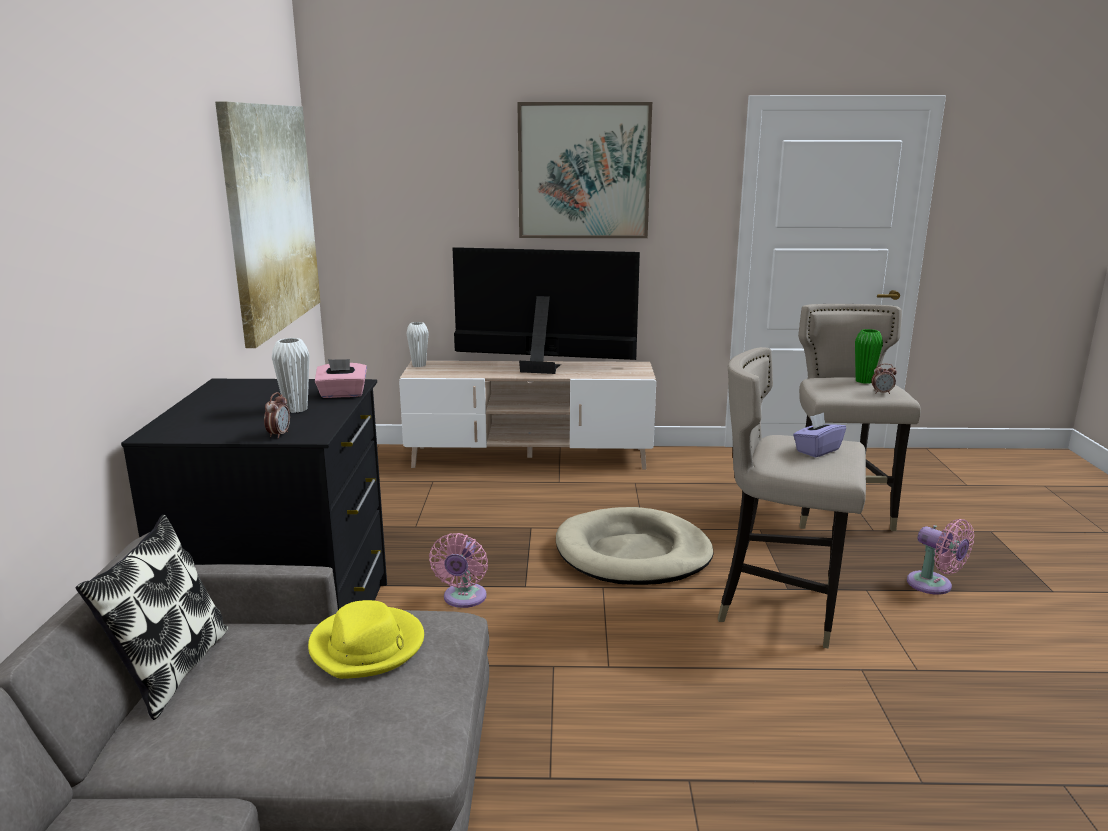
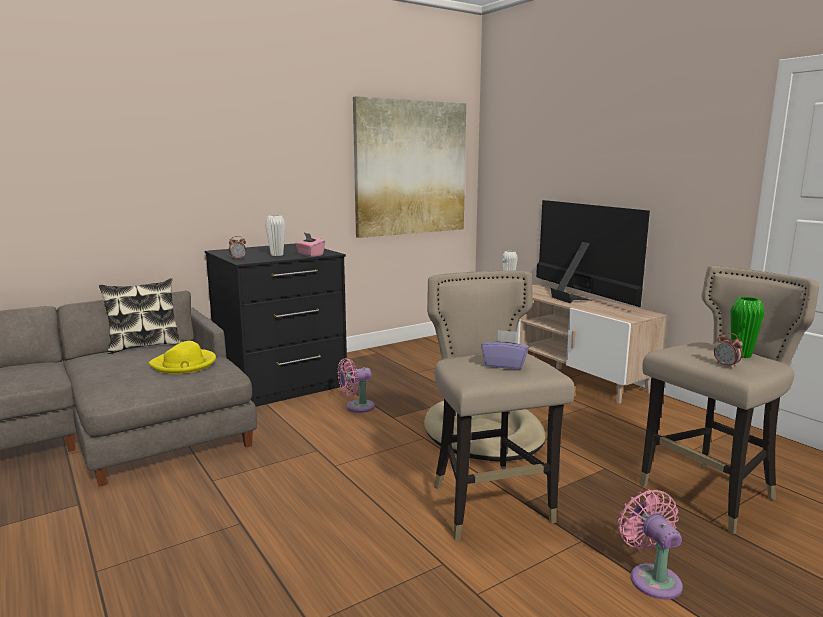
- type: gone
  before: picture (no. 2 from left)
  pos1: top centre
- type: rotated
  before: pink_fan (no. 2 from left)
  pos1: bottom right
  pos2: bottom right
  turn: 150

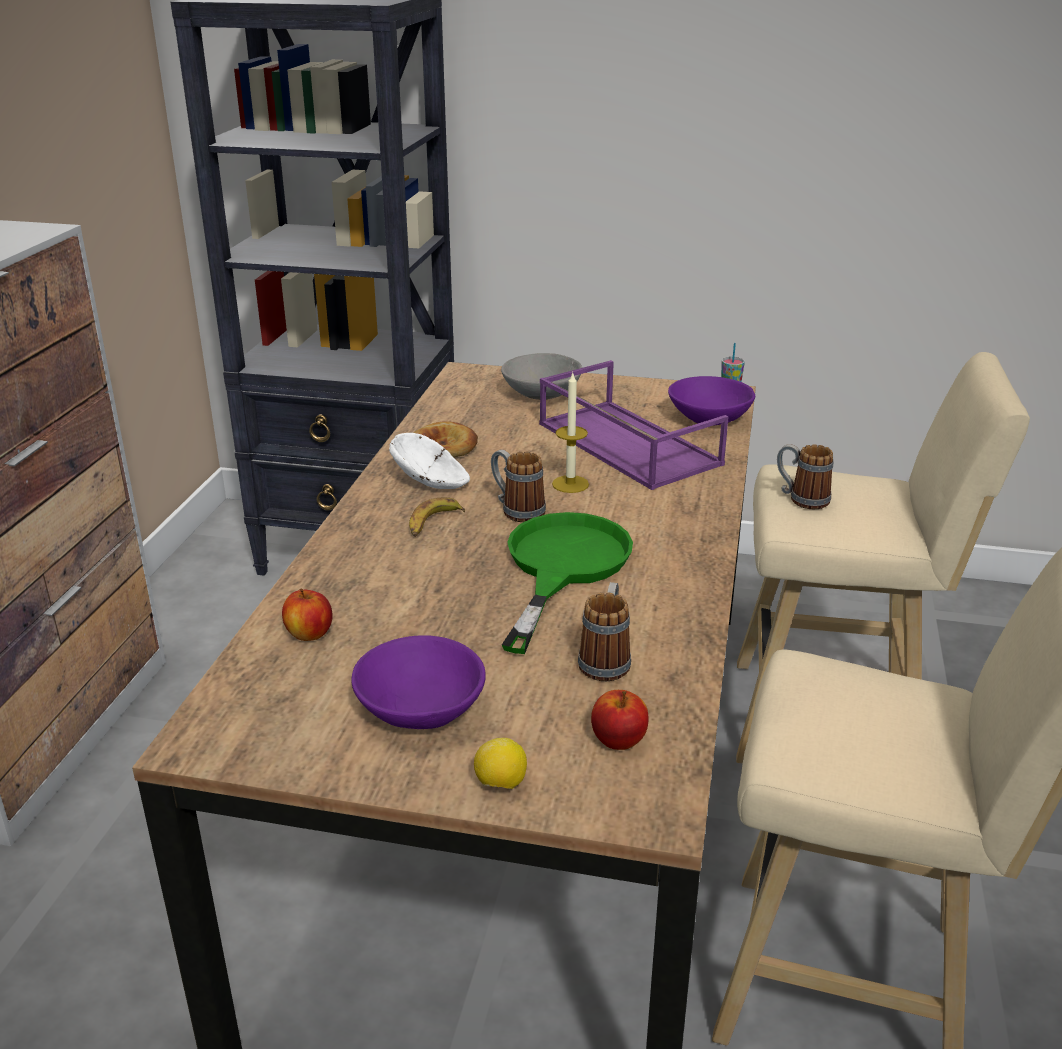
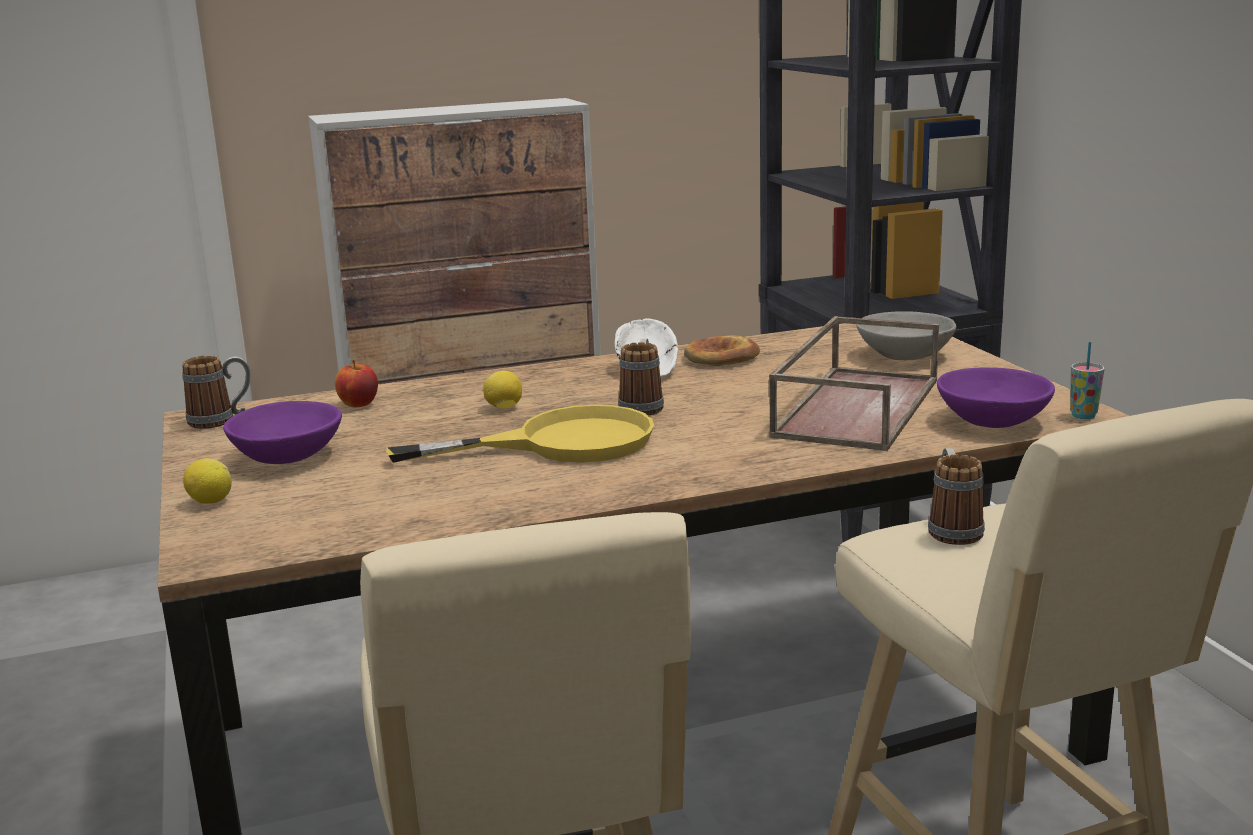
- type: gone
  before: banana
  pos1: centre
- type: gone
  before: candle
  pos1: centre
- type: gone
  before: apple (no. 2 from left)
  pos1: bottom centre
- type: new
  after: lemon (no. 2 from left)
  pos2: centre
- type: shifted
  before: mug (no. 2 from left in the first image)
  after: mug (no. 1 from left)
  pos1: centre
  pos2: middle left
- type: repainted
  before: green_frying_pan
  after: yellow_frying_pan
  pos1: centre
  pos2: centre
- type: repainted
  before: purple_tray
  after: brown_tray
  pos1: centre
  pos2: middle right

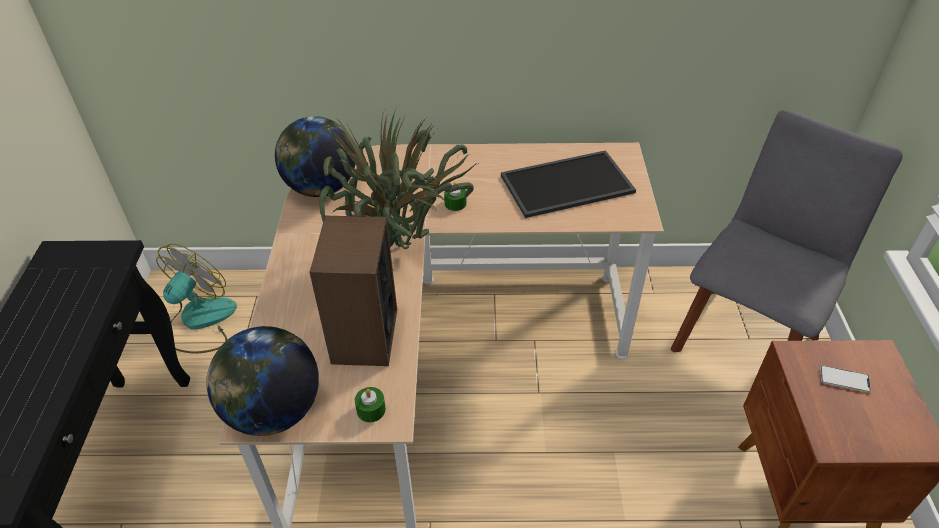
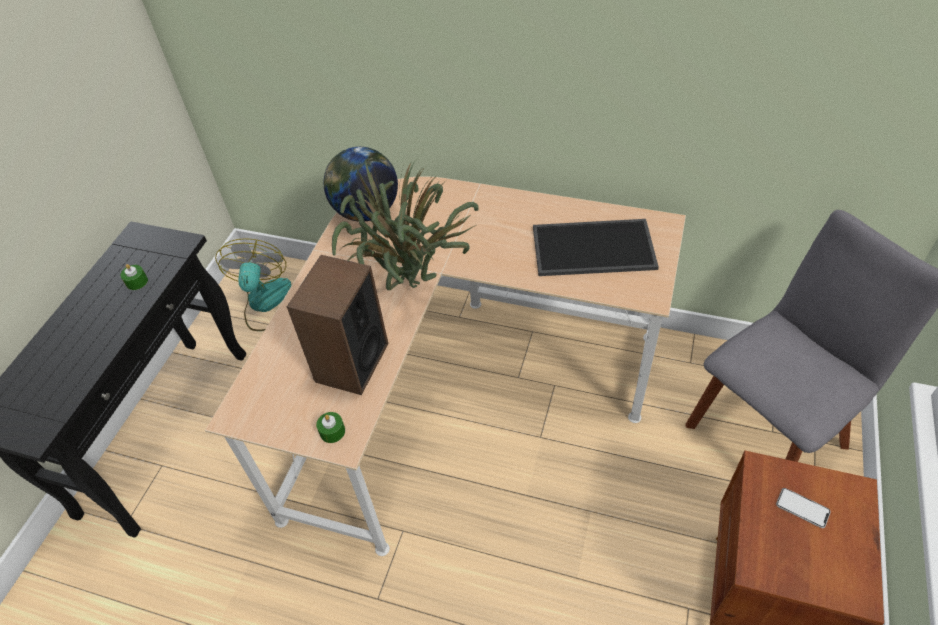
- type: gone
  before: globe (no. 1 from left)
  pos1: bottom left
- type: shifted
  before: green_candle (no. 2 from left in the first image)
  after: green_candle (no. 1 from left)
  pos1: centre
  pos2: middle left
- type: rotated
  before: fan
  pos1: middle left
  pos2: middle left
  turn: -45

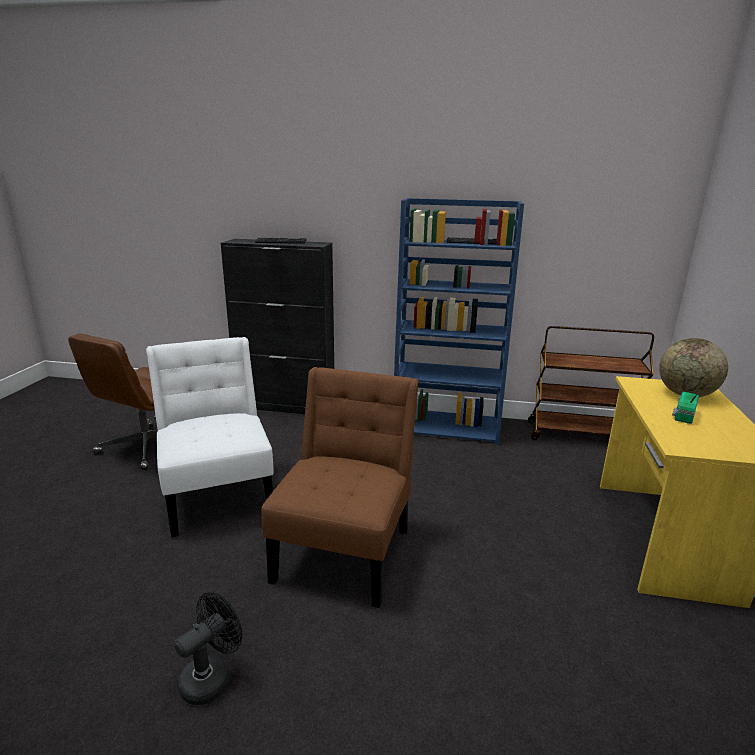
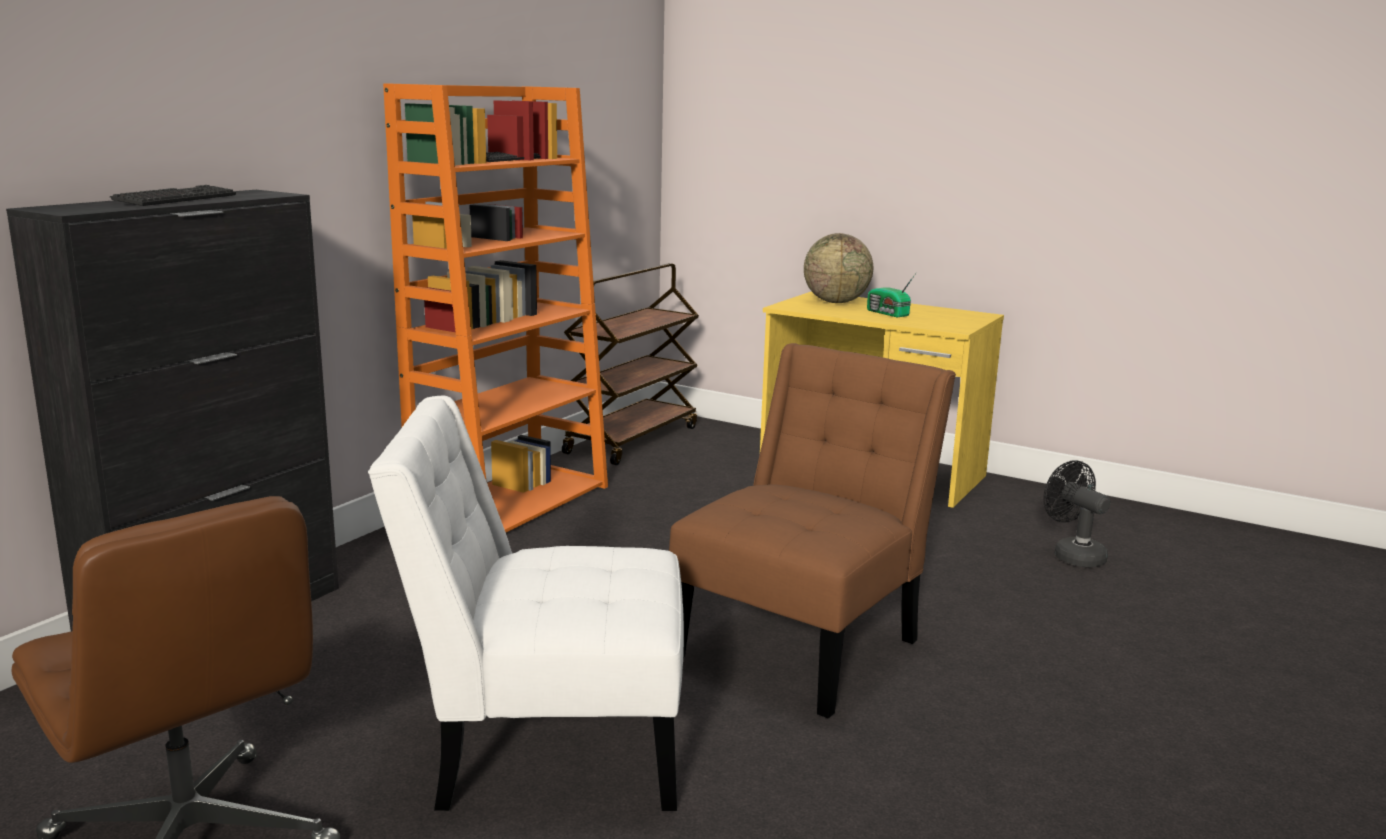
- type: shifted
  before: black_fan
  pos1: bottom left
  pos2: middle right
- type: repainted
  before: blue_bookcase
  after: orange_bookcase
  pos1: centre
  pos2: centre
- type: rotated
  before: brown_chair
  pos1: centre
  pos2: centre
  turn: 90

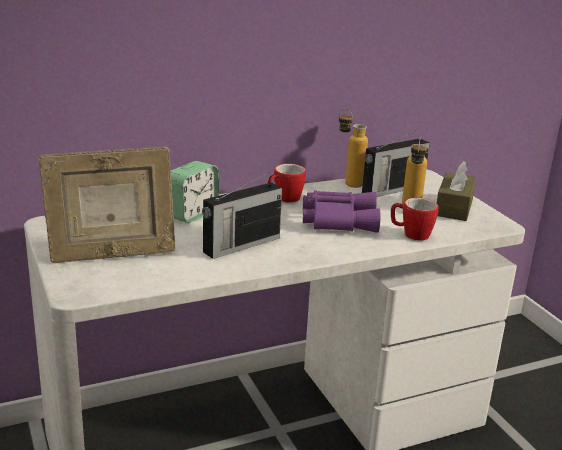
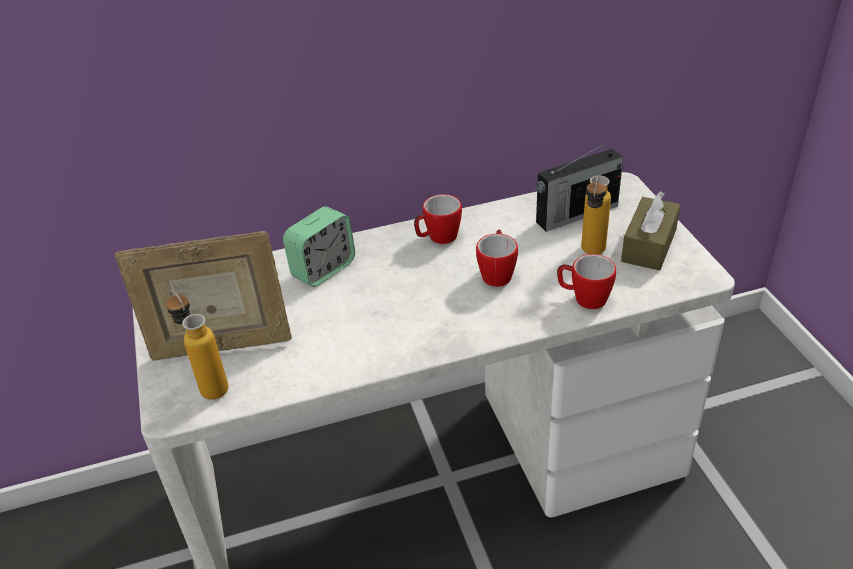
- type: gone
  before: radio (no. 1 from left)
  pos1: centre
- type: shifted
  before: bottle (no. 1 from left)
  pos1: top centre
  pos2: middle left
- type: swapped
  before: purple_binoculars
  after: mug (no. 2 from left)
  pos1: centre
  pos2: centre

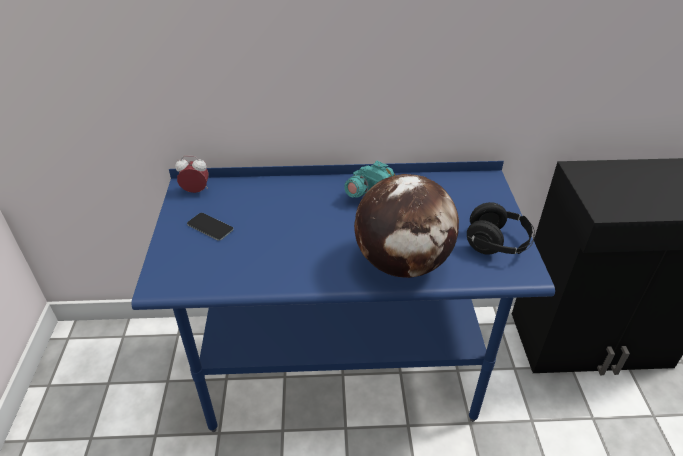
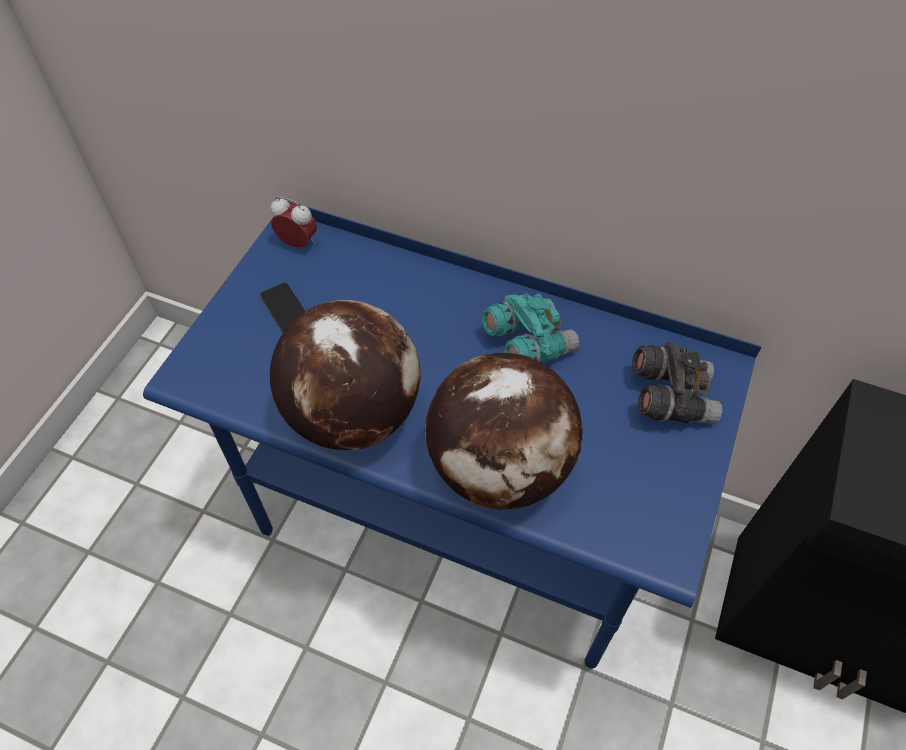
- type: gone
  before: black_headphones
  pos1: middle right
- type: new
  after: globe (no. 1 from left)
  pos2: centre
- type: new
  after: grey_binoculars
  pos2: middle right

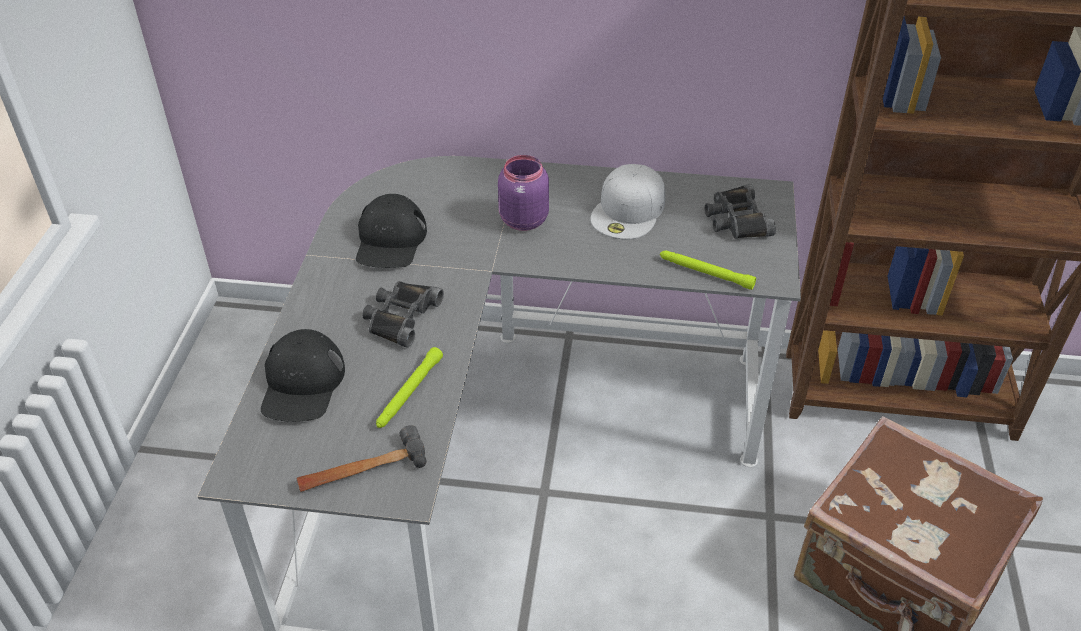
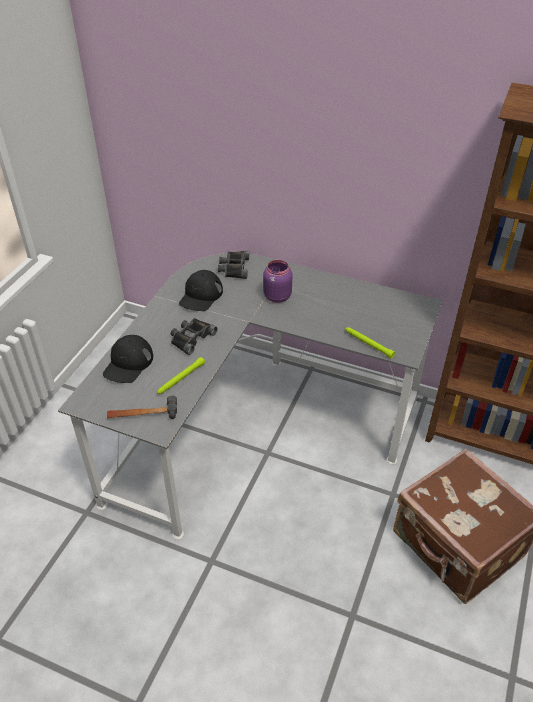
- type: gone
  before: white_cap
  pos1: top centre
- type: shifted
  before: black_binoculars (no. 2 from left)
  pos1: middle right
  pos2: centre

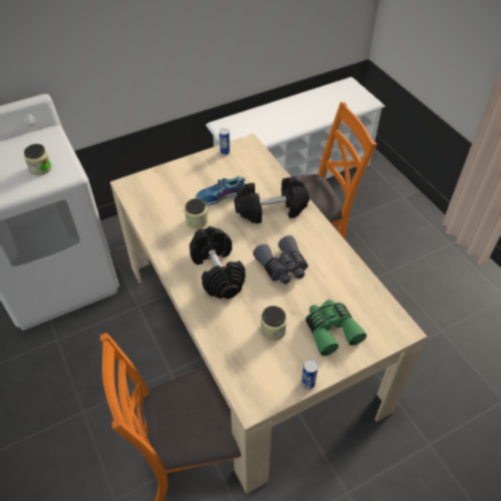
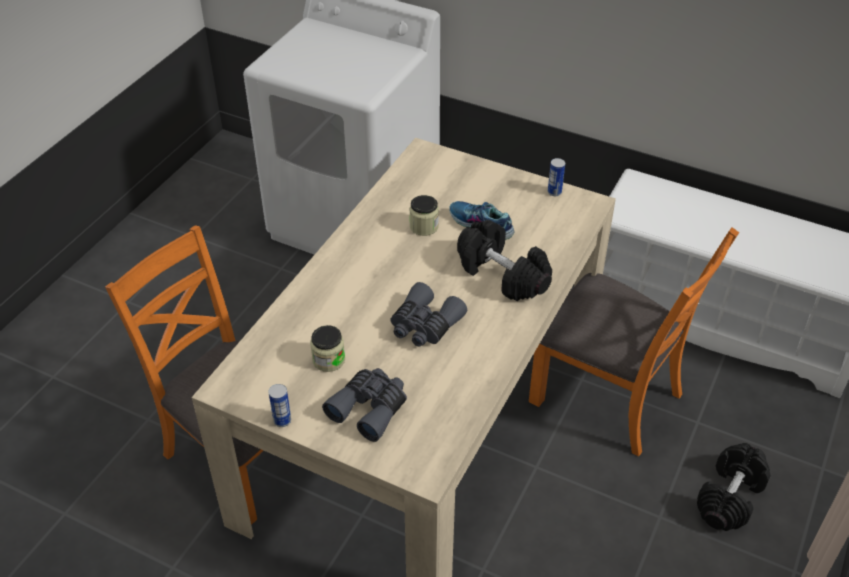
- type: gone
  before: jar (no. 1 from left)
  pos1: top left
- type: shifted
  before: black_dumbbell (no. 1 from left in the first image)
  after: black_dumbbell (no. 2 from left)
  pos1: centre
  pos2: bottom right
- type: repainted
  before: green_binoculars
  after: grey_binoculars (no. 1 from left)
  pos1: middle right
  pos2: bottom centre

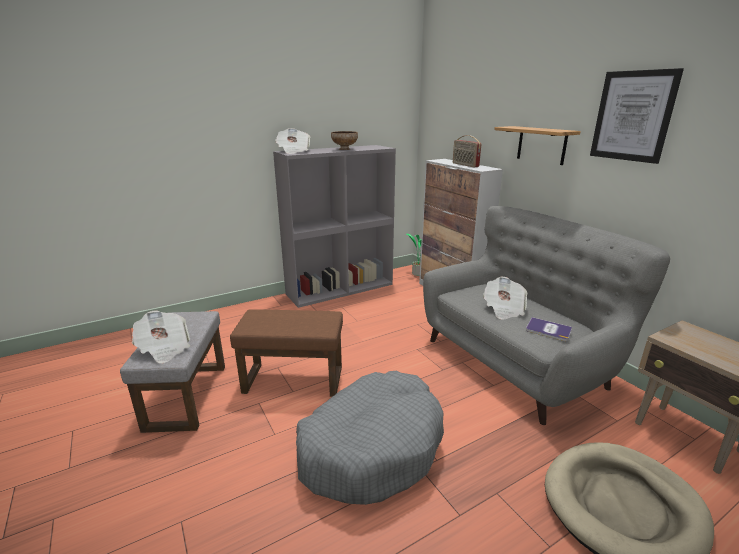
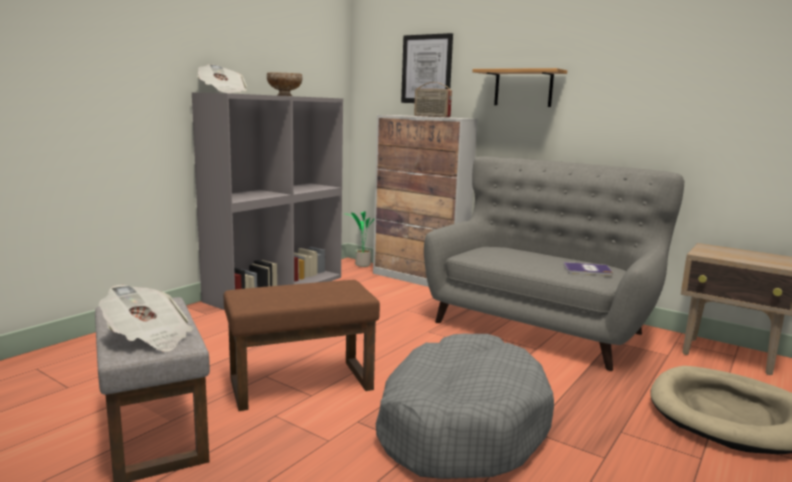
- type: gone
  before: newspaper (no. 3 from left)
  pos1: middle right
- type: shifted
  before: picture
  pos1: top right
  pos2: top centre

